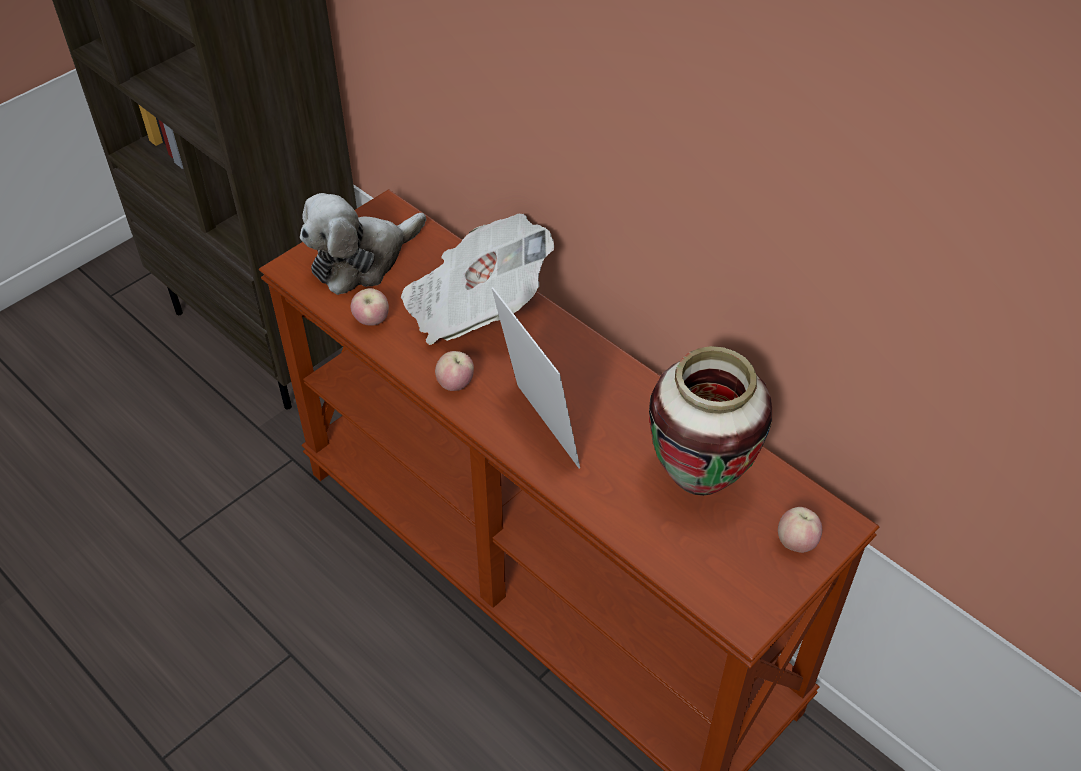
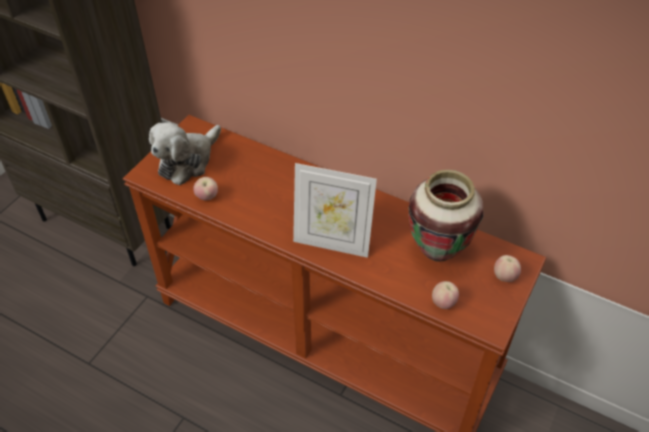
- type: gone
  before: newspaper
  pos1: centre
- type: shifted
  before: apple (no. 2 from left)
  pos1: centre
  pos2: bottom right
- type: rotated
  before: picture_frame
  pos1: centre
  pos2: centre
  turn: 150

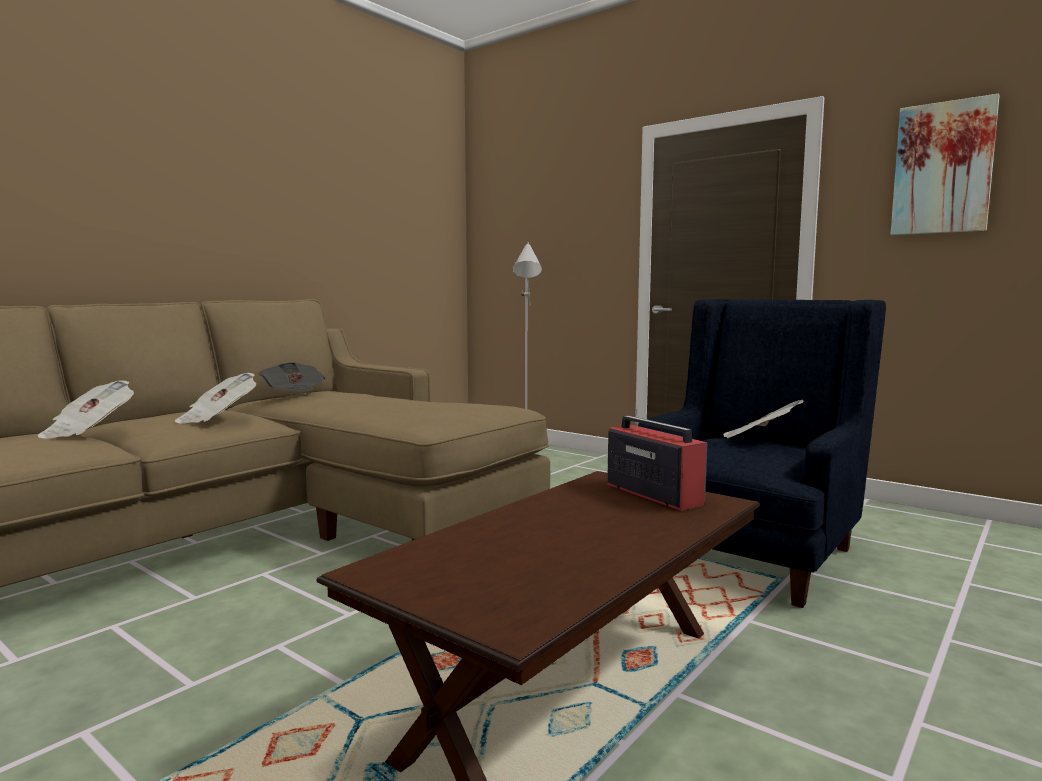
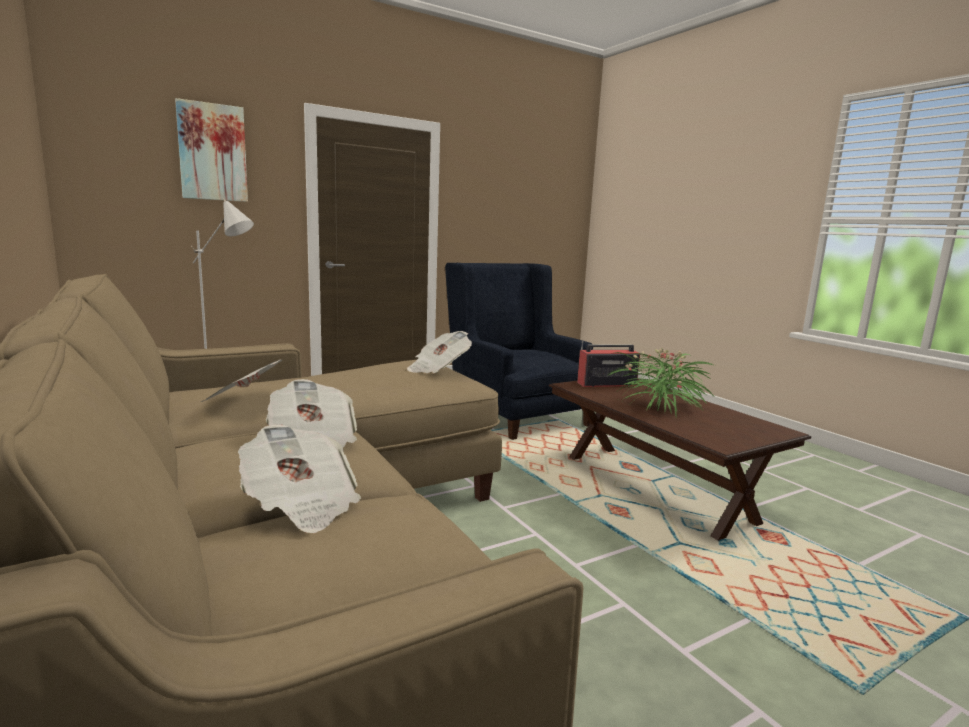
- type: new
  after: potted_plant
  pos2: middle right
- type: shifted
  before: newspaper (no. 4 from left)
  pos1: middle right
  pos2: centre
- type: shifted
  before: picture
  pos1: top right
  pos2: top left

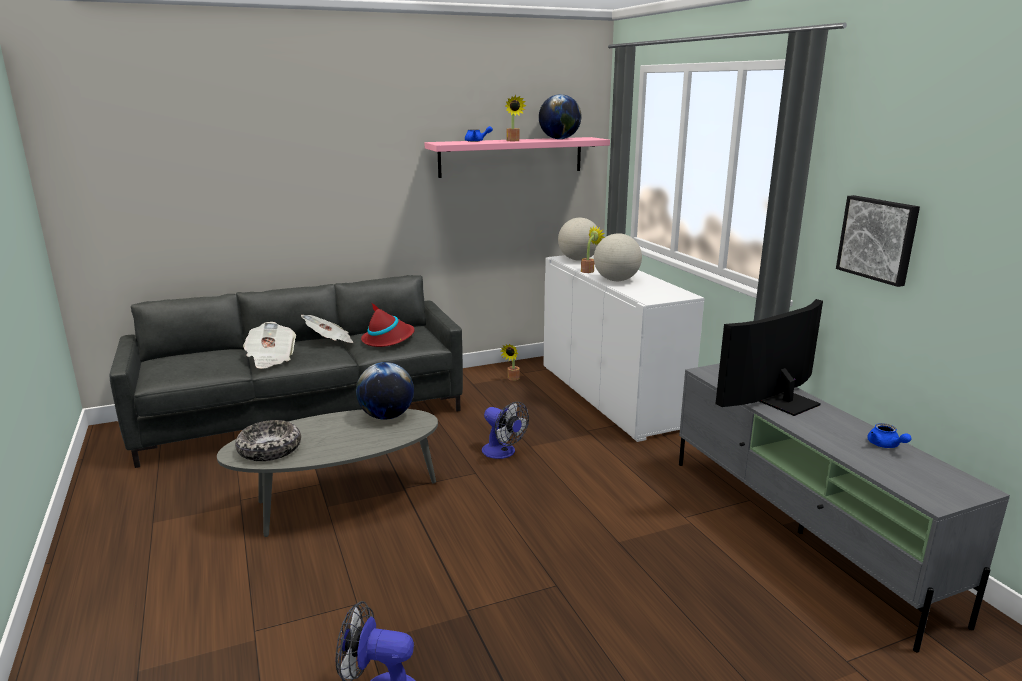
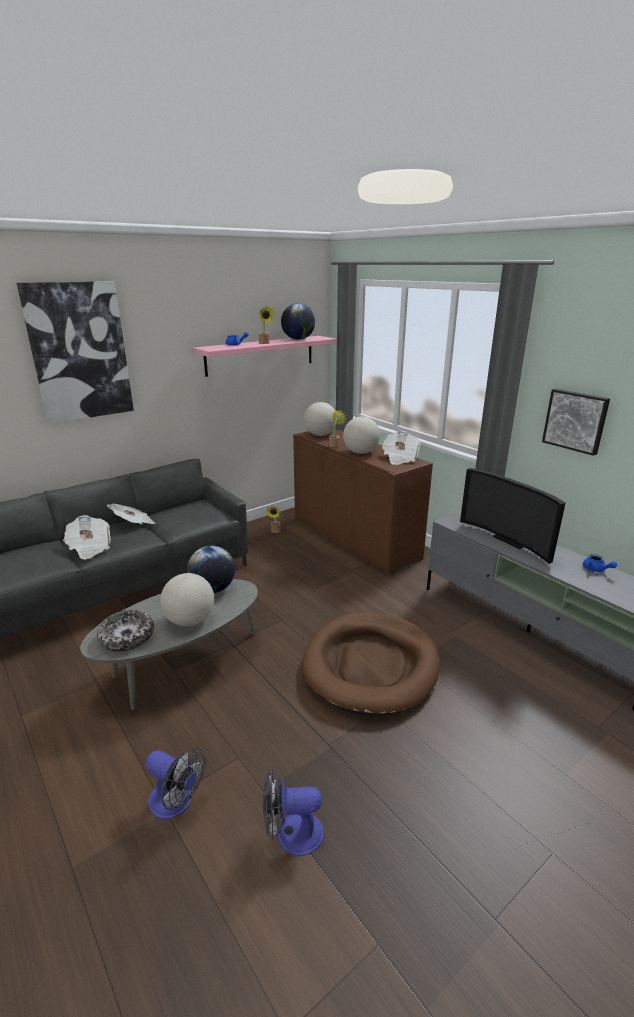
- type: gone
  before: red_hat
  pos1: centre
- type: new
  after: picture (no. 1 from left)
  pos2: middle left
- type: new
  after: globe (no. 1 from left)
  pos2: middle left
- type: new
  after: brown_dog_bed
  pos2: centre
- type: new
  after: newspaper (no. 3 from left)
  pos2: centre
- type: shifted
  before: fan (no. 2 from left in the first image)
  after: fan (no. 1 from left)
  pos1: centre
  pos2: bottom left
- type: repainted
  before: white_cabinet
  after: brown_cabinet
  pos1: centre
  pos2: centre
- type: rotated
  before: television
  pos1: middle right
  pos2: middle right
  turn: -75

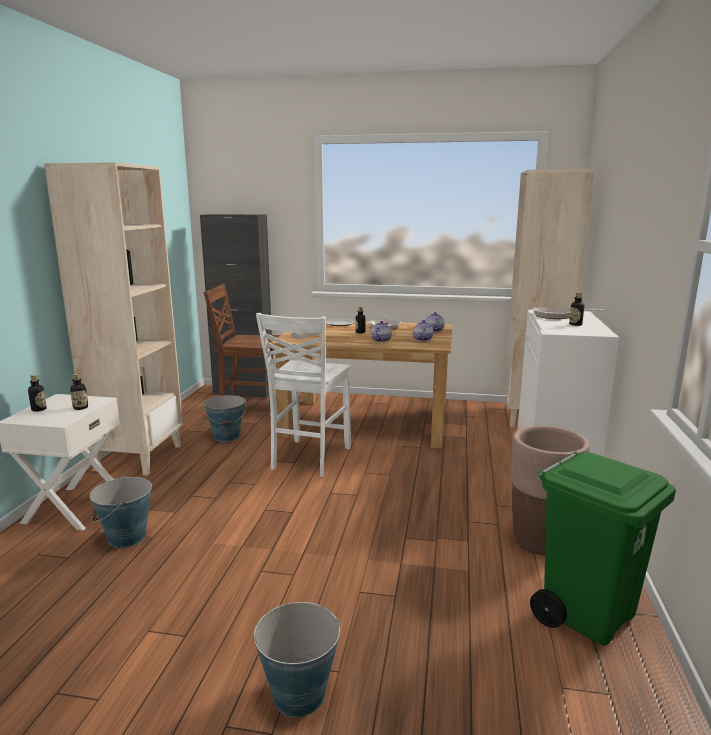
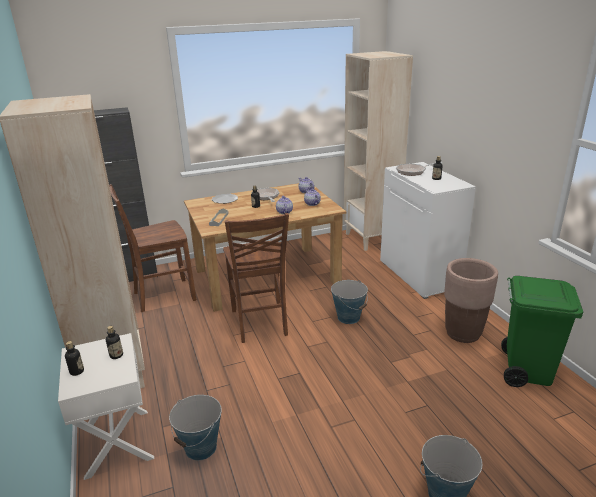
- type: shifted
  before: bucket (no. 2 from left)
  pos1: middle left
  pos2: centre
- type: repainted
  before: white_chair
  after: brown_chair (no. 2 from left)
  pos1: centre
  pos2: centre

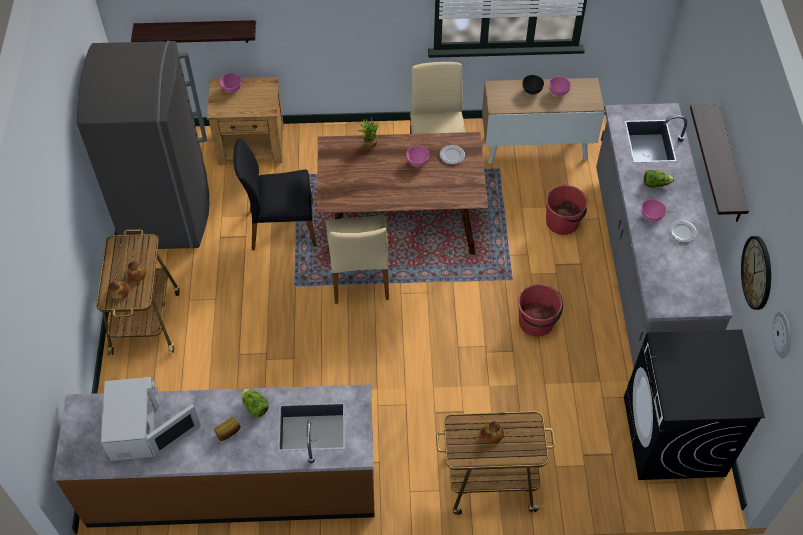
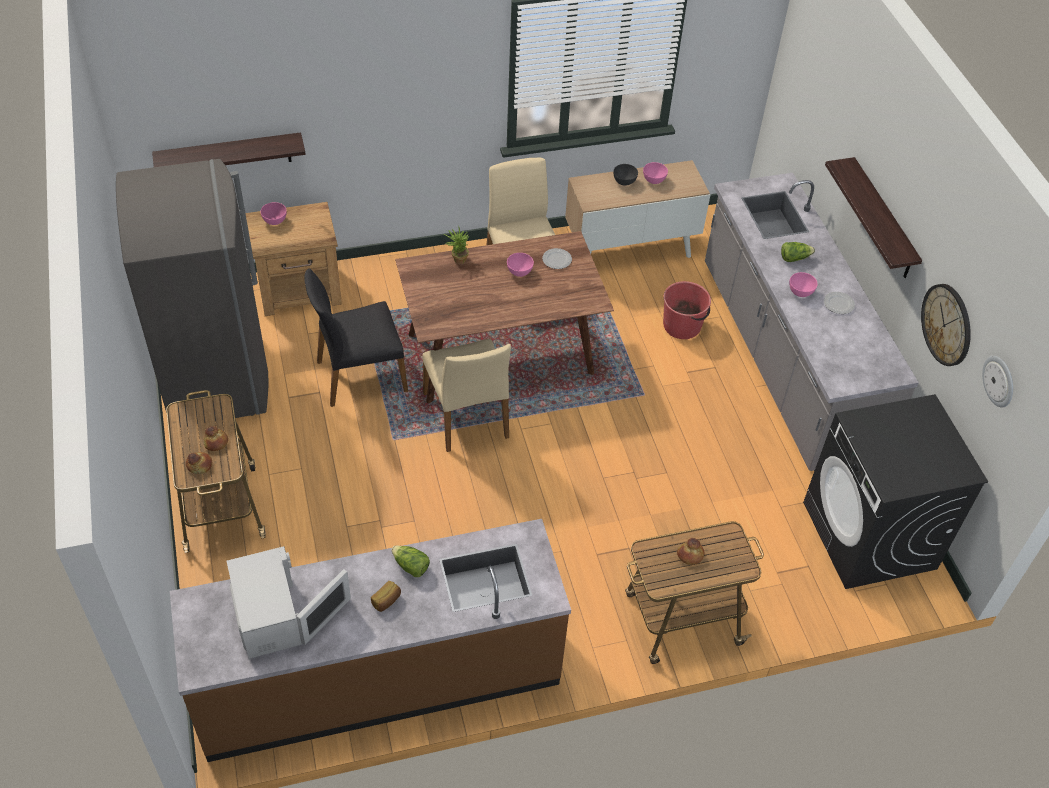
- type: gone
  before: red_bucket (no. 1 from left)
  pos1: middle right

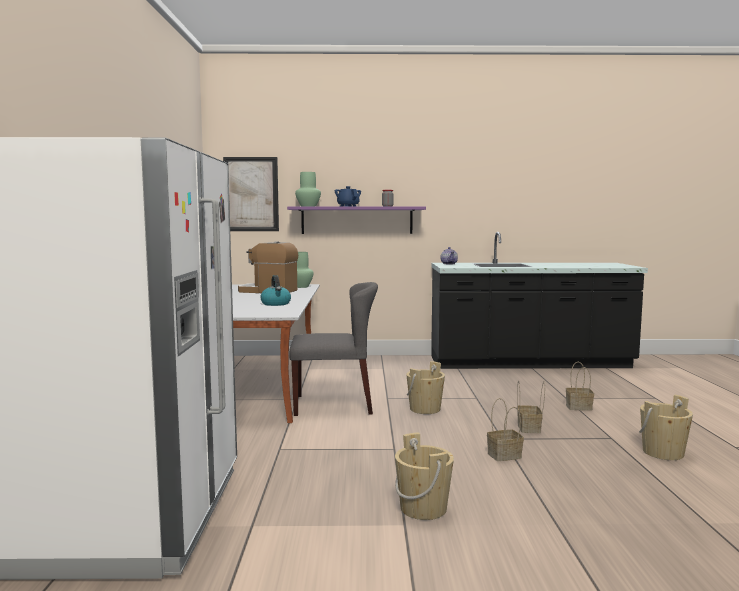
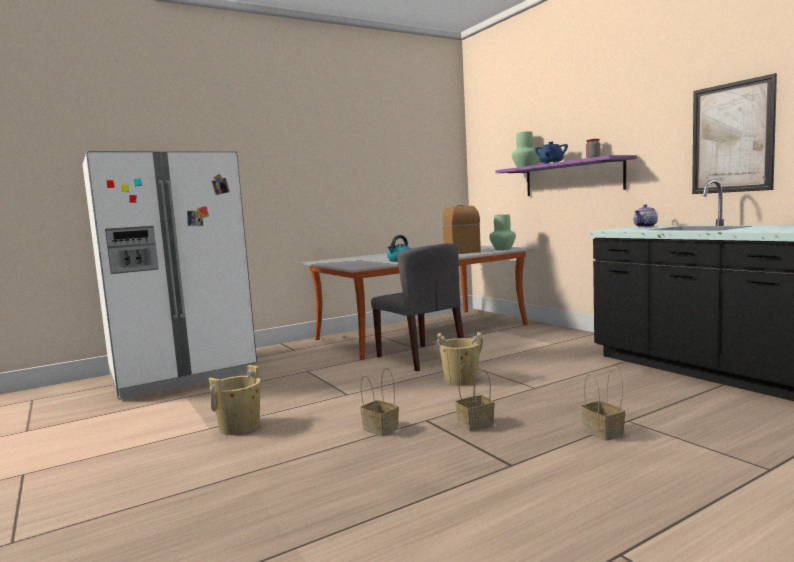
- type: gone
  before: beige_bucket (no. 3 from left)
  pos1: bottom right
- type: shifted
  before: picture
  pos1: top centre
  pos2: top right

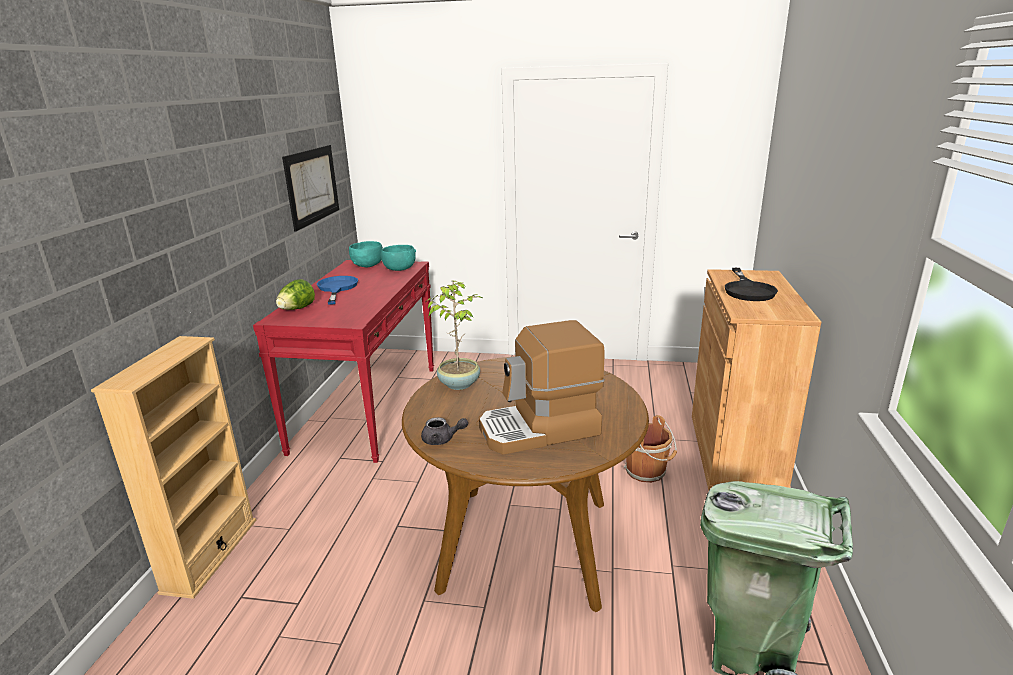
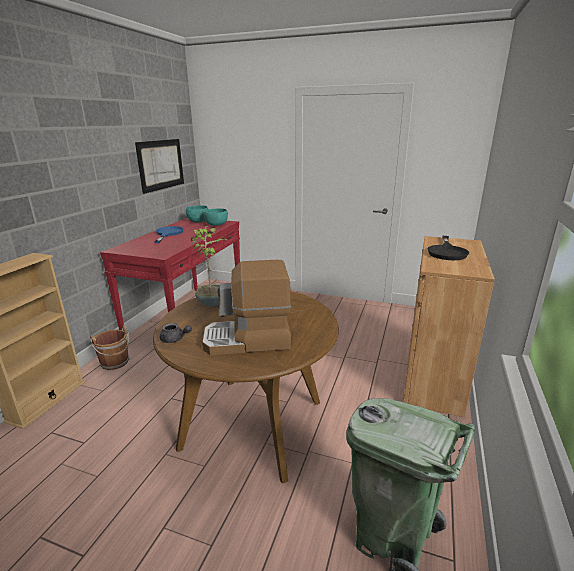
- type: gone
  before: lettuce
  pos1: middle left
- type: shifted
  before: brown_bucket
  pos1: centre
  pos2: middle left

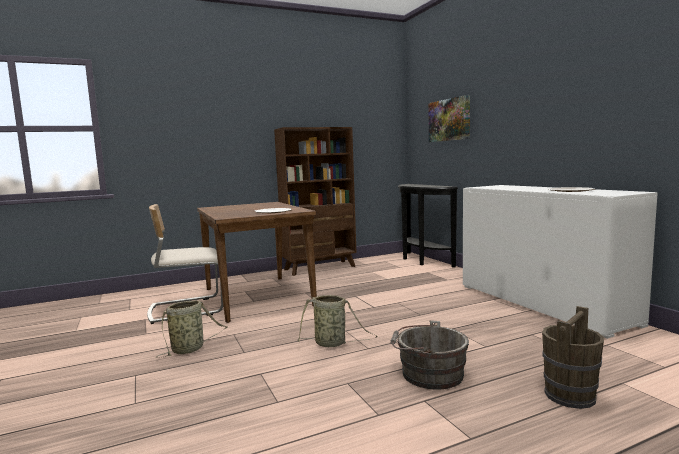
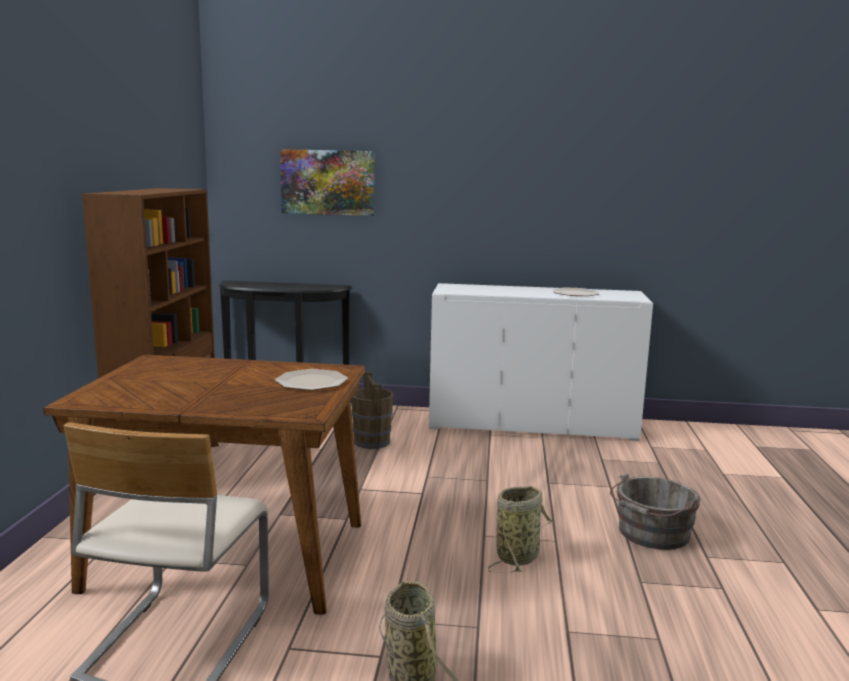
- type: shifted
  before: brown_bucket
  pos1: bottom right
  pos2: centre

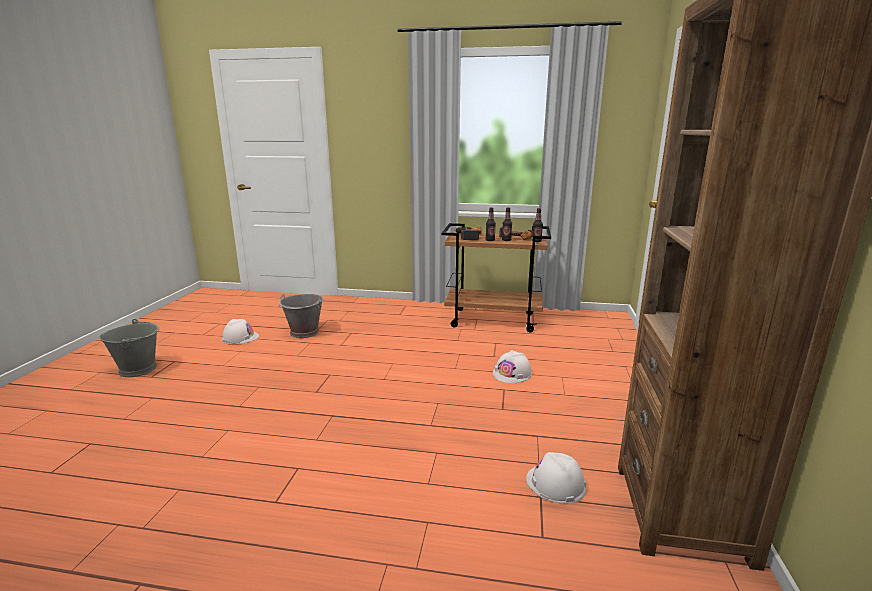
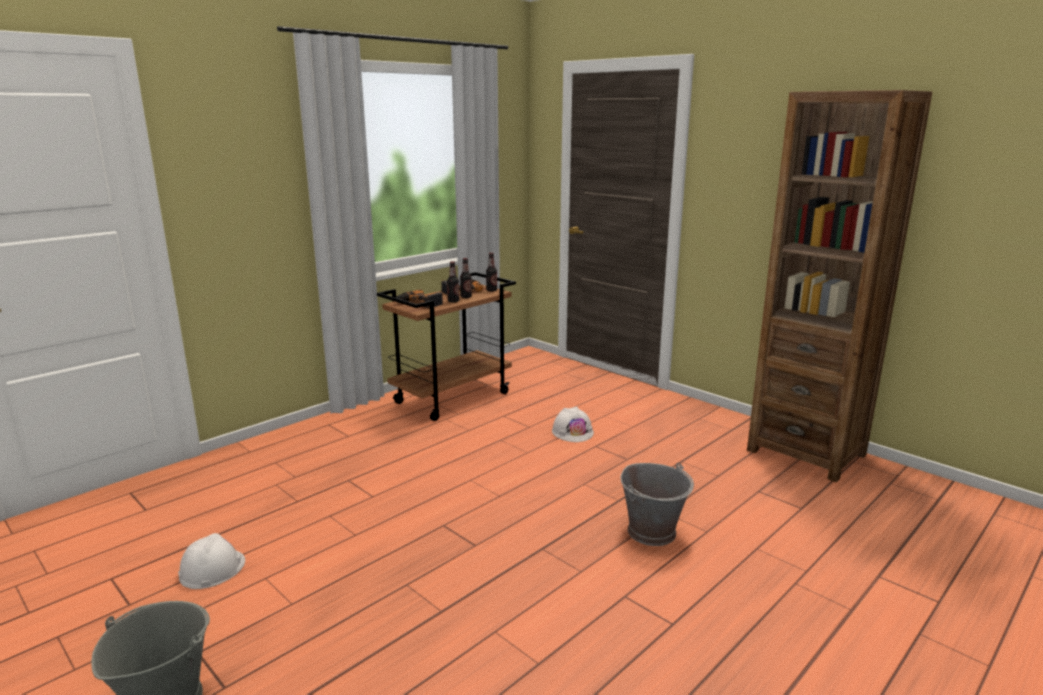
- type: gone
  before: white_hard_hat (no. 3 from left)
  pos1: bottom centre
- type: shifted
  before: grey_bucket (no. 2 from left)
  pos1: centre
  pos2: bottom centre

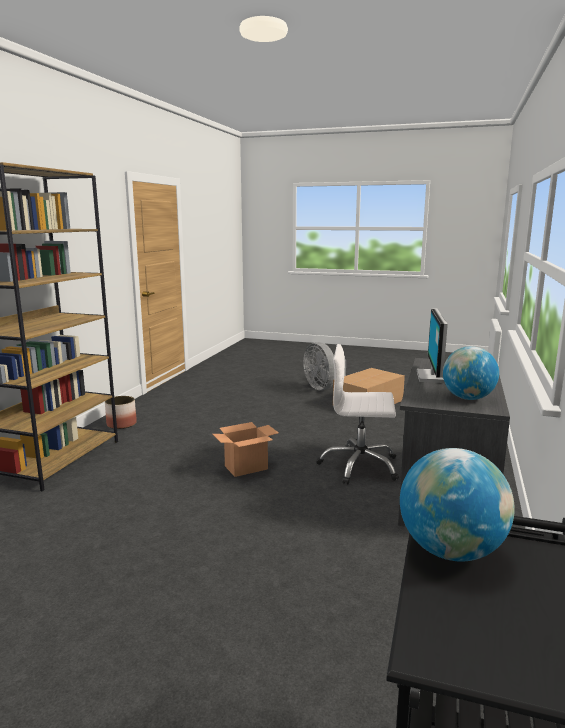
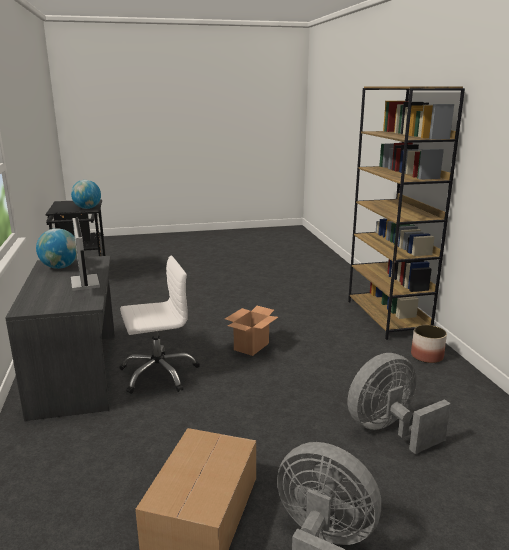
- type: new
  after: grey_fan (no. 2 from left)
  pos2: bottom right

